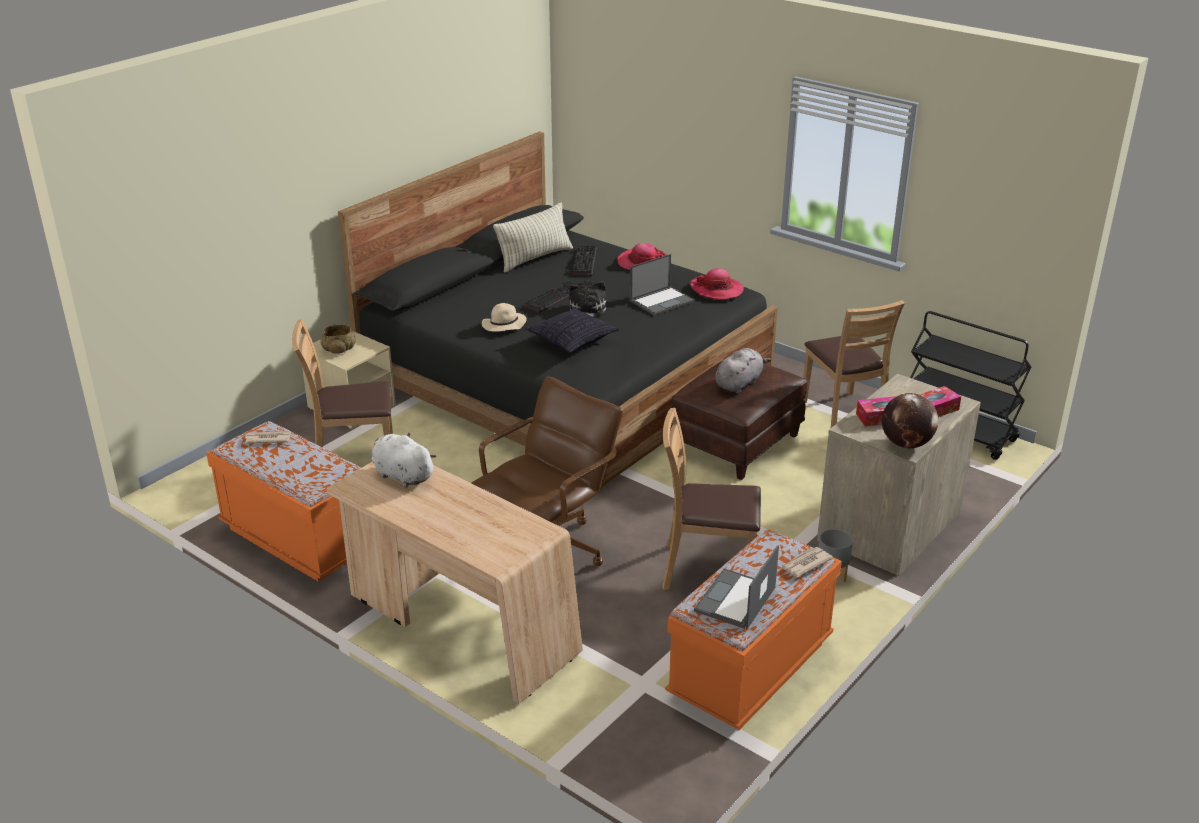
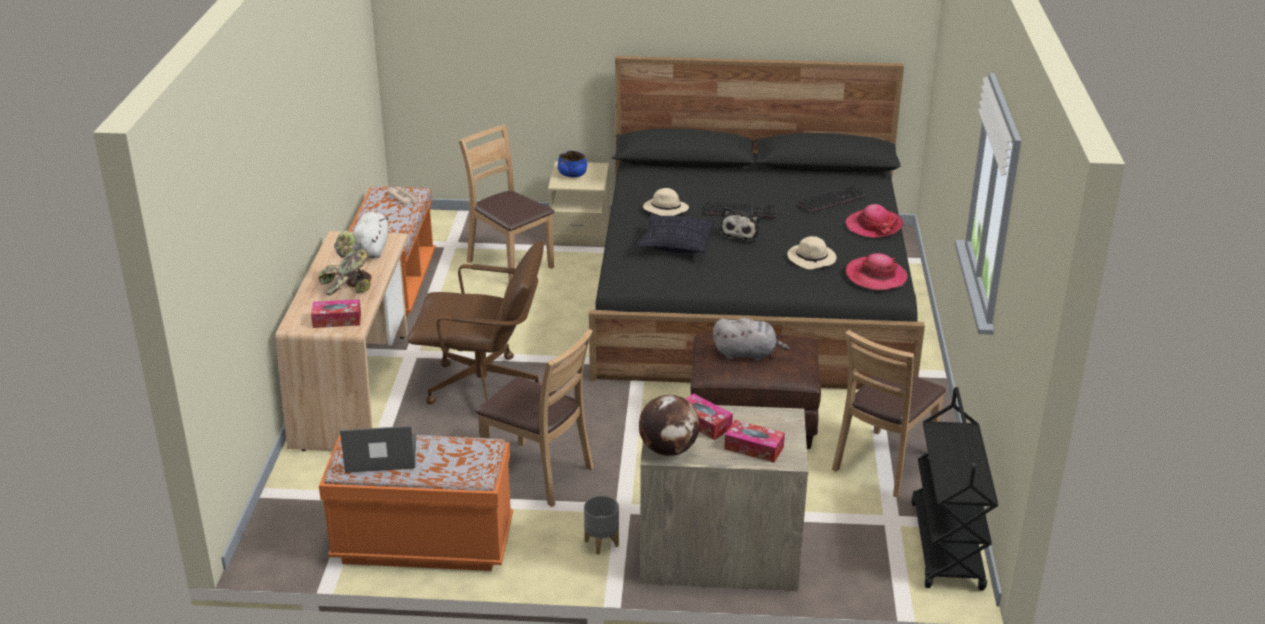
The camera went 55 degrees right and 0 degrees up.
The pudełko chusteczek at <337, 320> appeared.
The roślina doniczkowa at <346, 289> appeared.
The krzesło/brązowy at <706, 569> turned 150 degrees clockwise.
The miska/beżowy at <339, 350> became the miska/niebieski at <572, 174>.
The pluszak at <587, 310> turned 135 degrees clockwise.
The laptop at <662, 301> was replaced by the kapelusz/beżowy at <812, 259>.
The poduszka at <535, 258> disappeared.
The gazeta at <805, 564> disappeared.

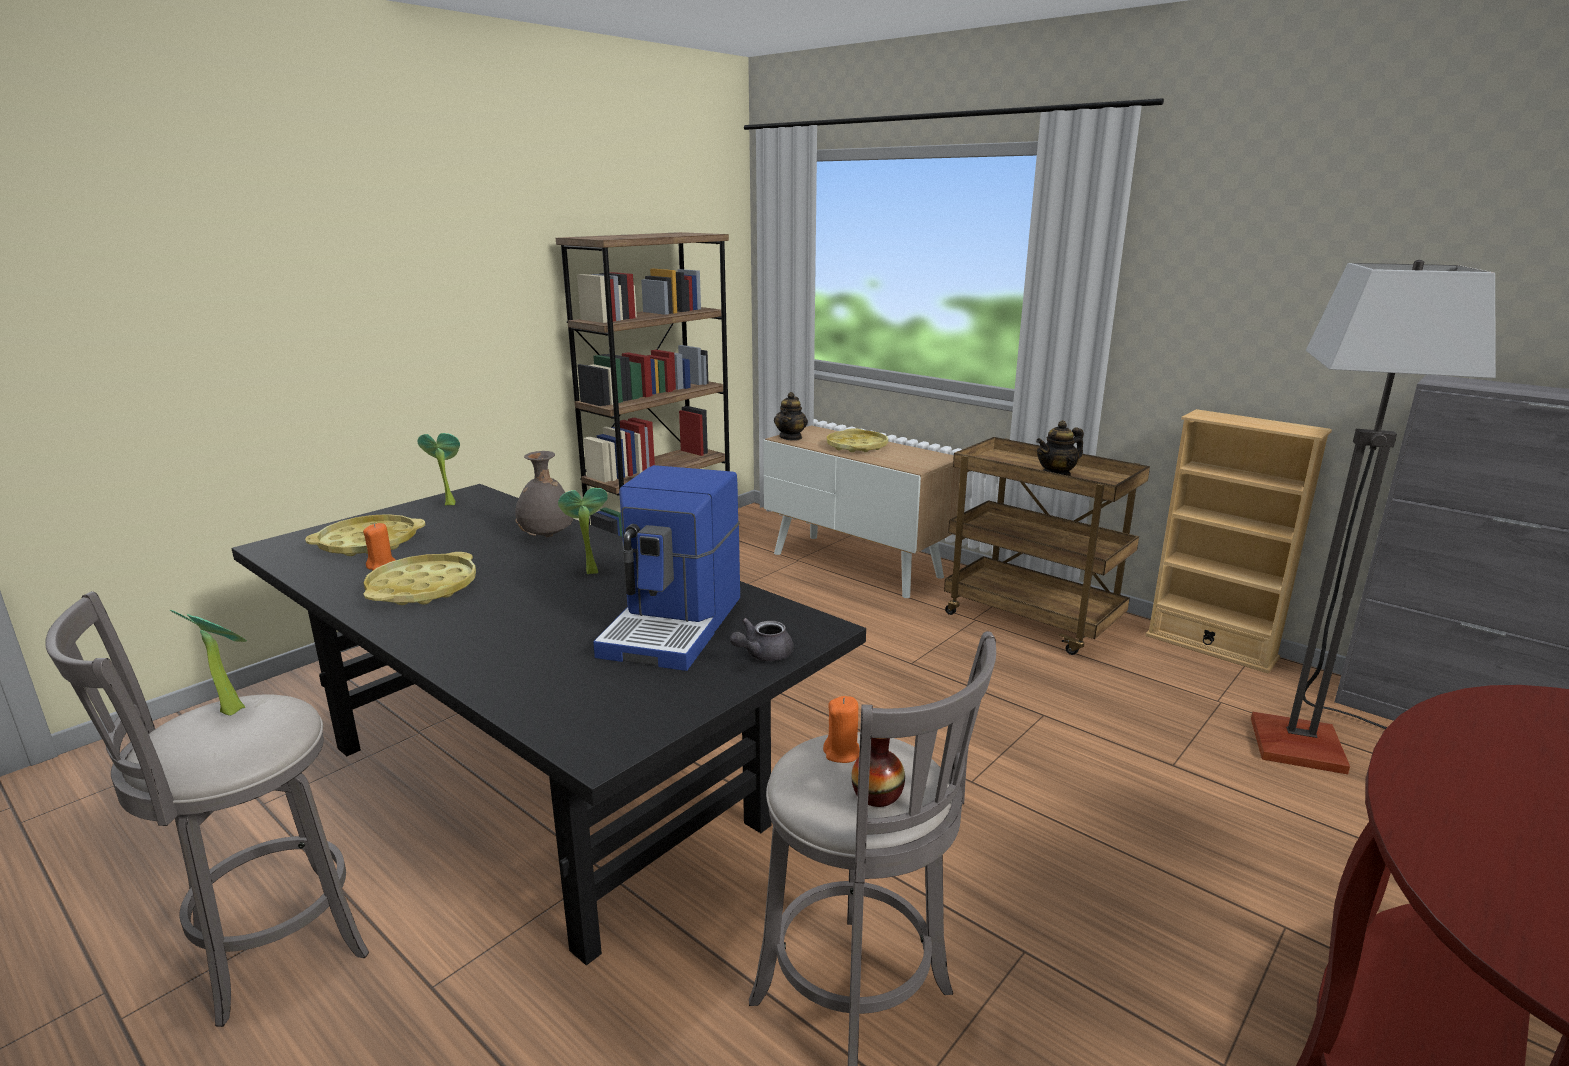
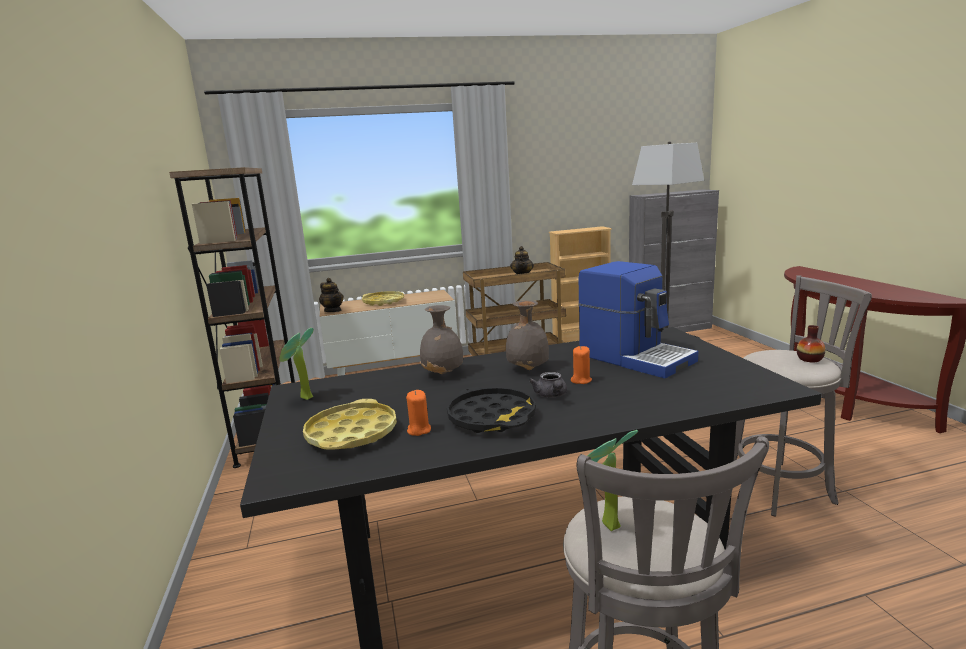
The camera went 55 degrees left and 5 degrees down.
The taca/żółty at <423, 588> became the taca/czarny at <492, 417>.
The roślina doniczkowa at <588, 571> was replaced by the wazon/szary at <527, 368>.
The imbryk/szary moved from <762, 655> to <551, 395>.
The świeca/pomarańczowy moved from <843, 753> to <581, 380>.

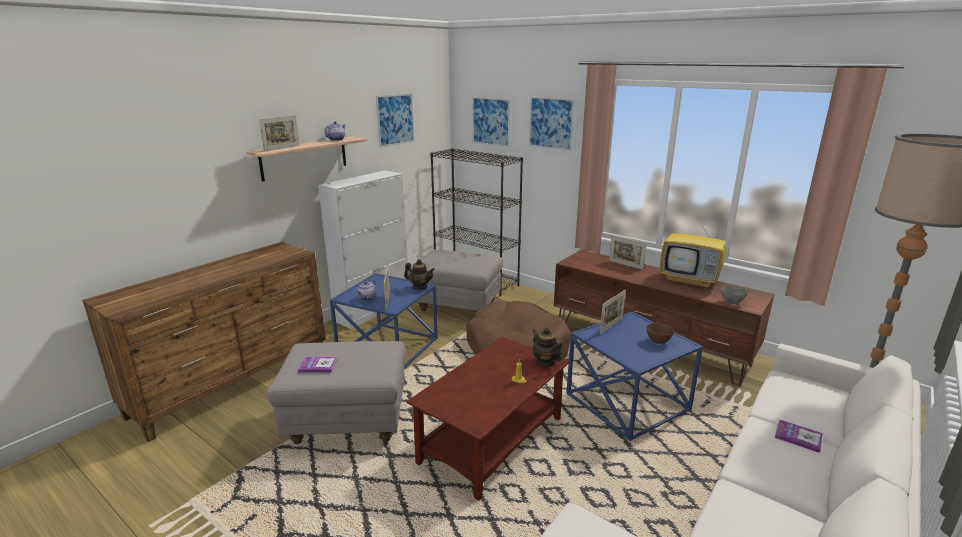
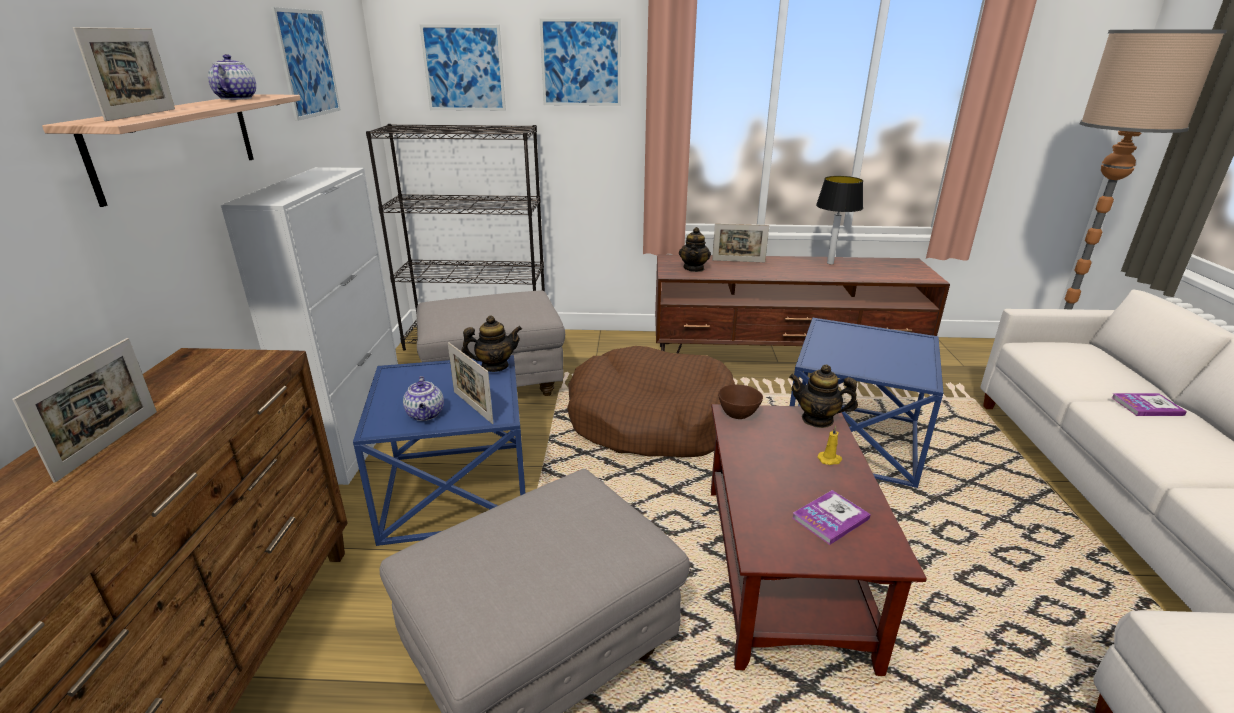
The camera went 35 degrees left and 5 degrees up.
The ramka na zdjęcie moved from <611, 326> to <109, 444>.
The imbryk at <694, 268> appeared.
The miska/brązowy moved from <658, 341> to <738, 415>.
The książka moved from <318, 365> to <830, 518>.
The telewizor at <690, 280> was replaced by the lampa stołowa at <830, 263>.
The miska/szary at <731, 302> disappeared.

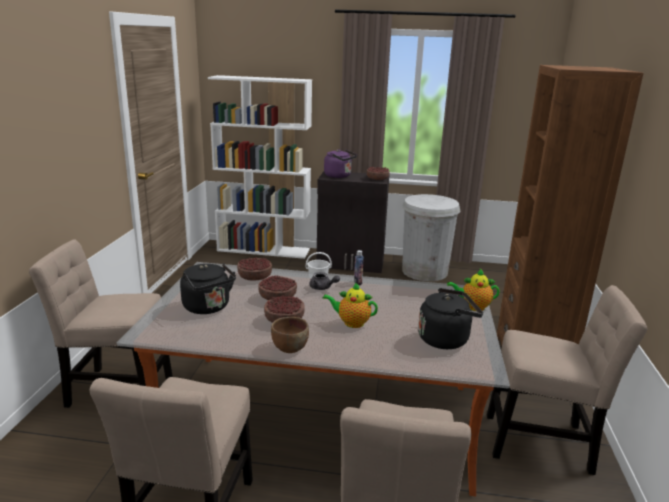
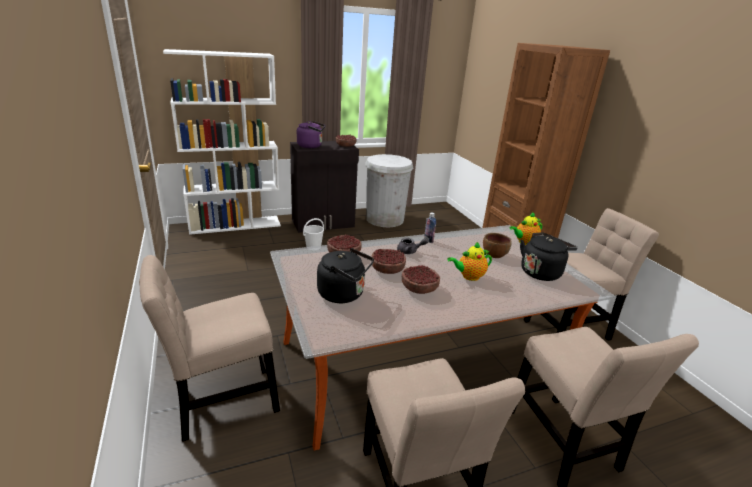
The camera went 30 degrees left and 5 degrees up.
The miska/brązowy moved from <289, 347> to <494, 254>.

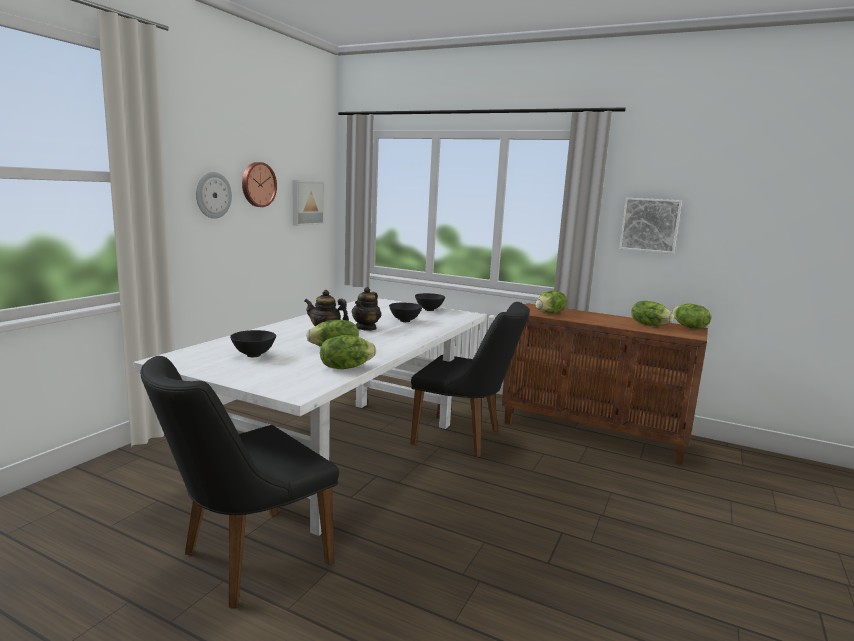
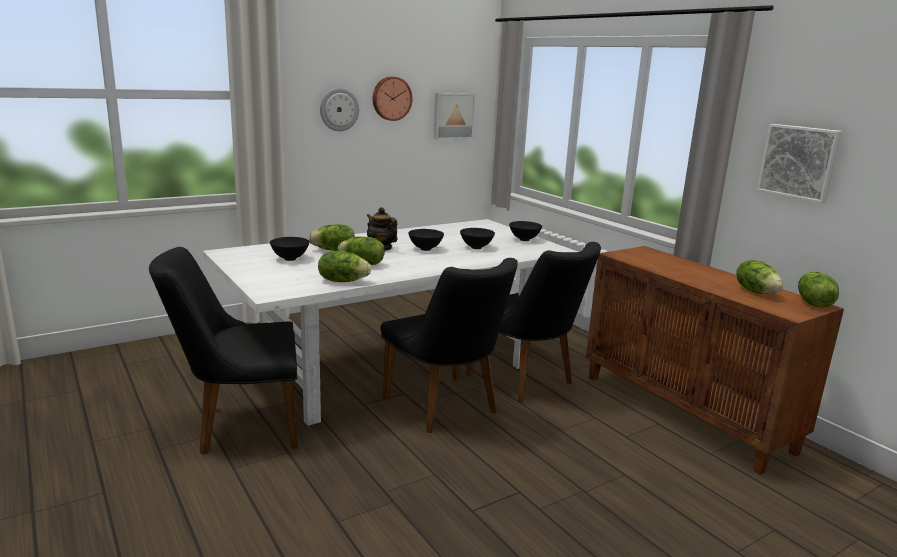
The camera went 30 degrees right and 5 degrees up.
The sałata moved from <550, 313> to <333, 250>.
The krzesło/czarny at <447, 408> appeared.
The imbryk at <366, 328> was replaced by the miska/czarny at <426, 249>.

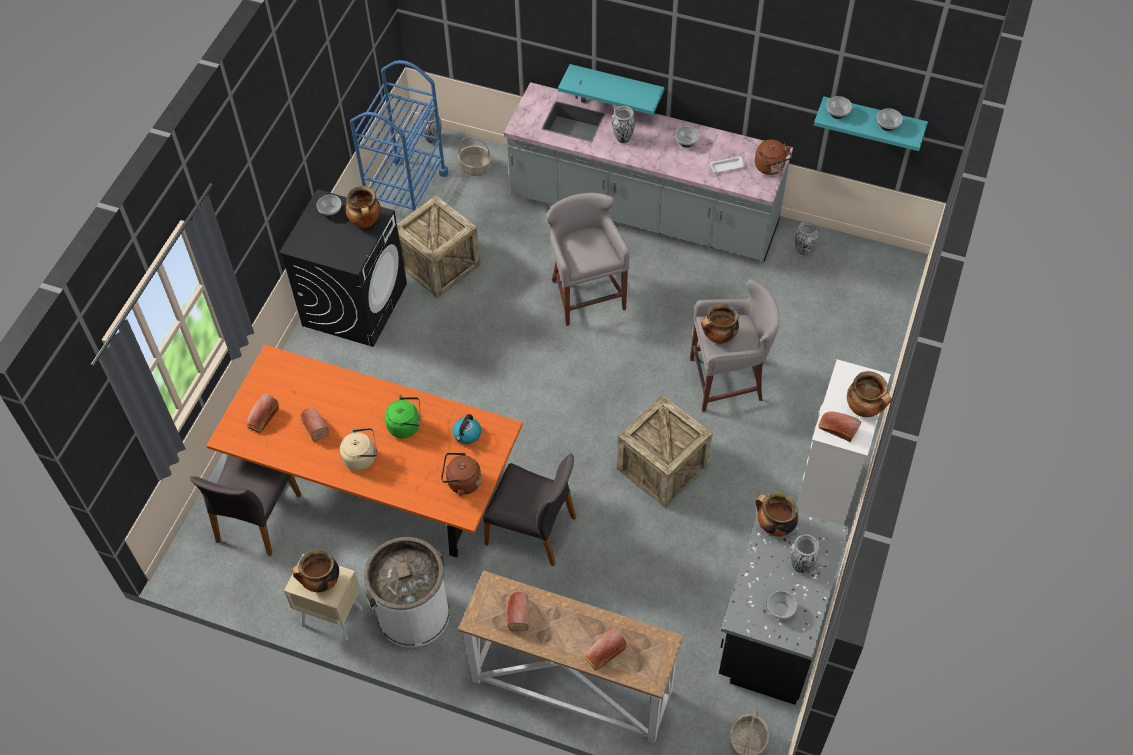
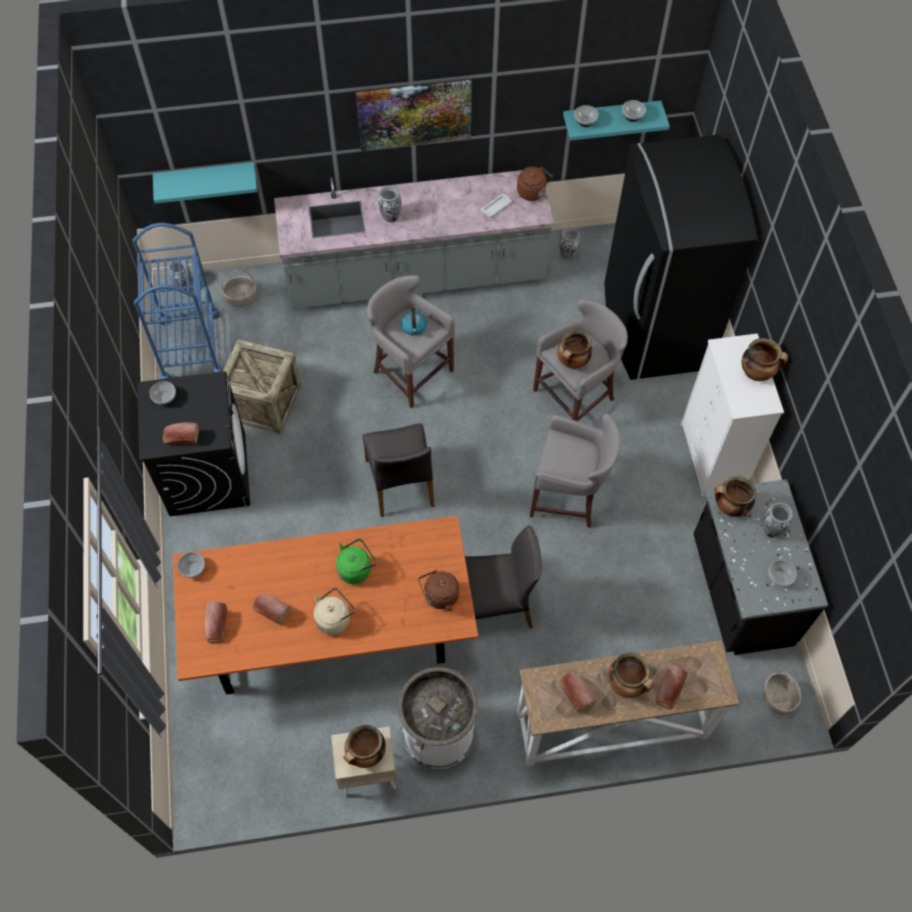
The camera went 30 degrees left and 5 degrees up.
The półka/turkusowy moved from <616, 85> to <206, 177>.
The chleb moved from <837, 429> to <181, 438>.
The miska moved from <686, 142> to <193, 569>.
The obraz at <414, 114> appeared.
The krzesło/szary moved from <257, 518> to <401, 483>.
The czajnik moved from <467, 434> to <414, 327>.
The skrzynka at <662, 468> was replaced by the stołek/szary at <569, 497>.
The lodówka/czarny at <654, 327> appeared.
The garnek moved from <366, 222> to <627, 684>.

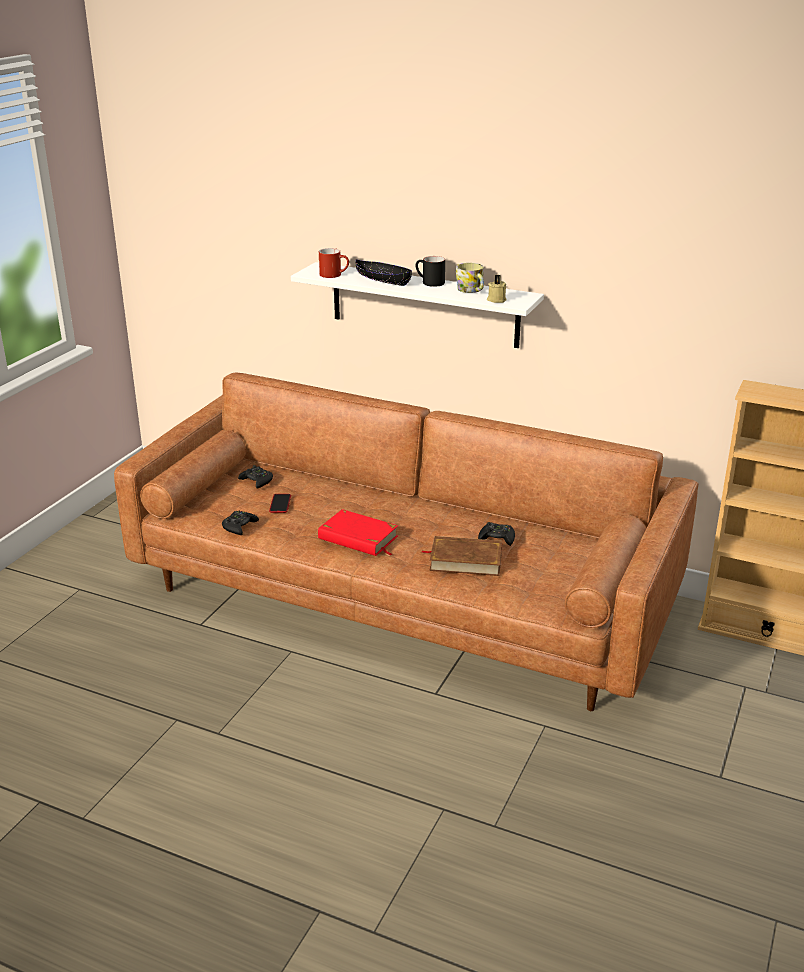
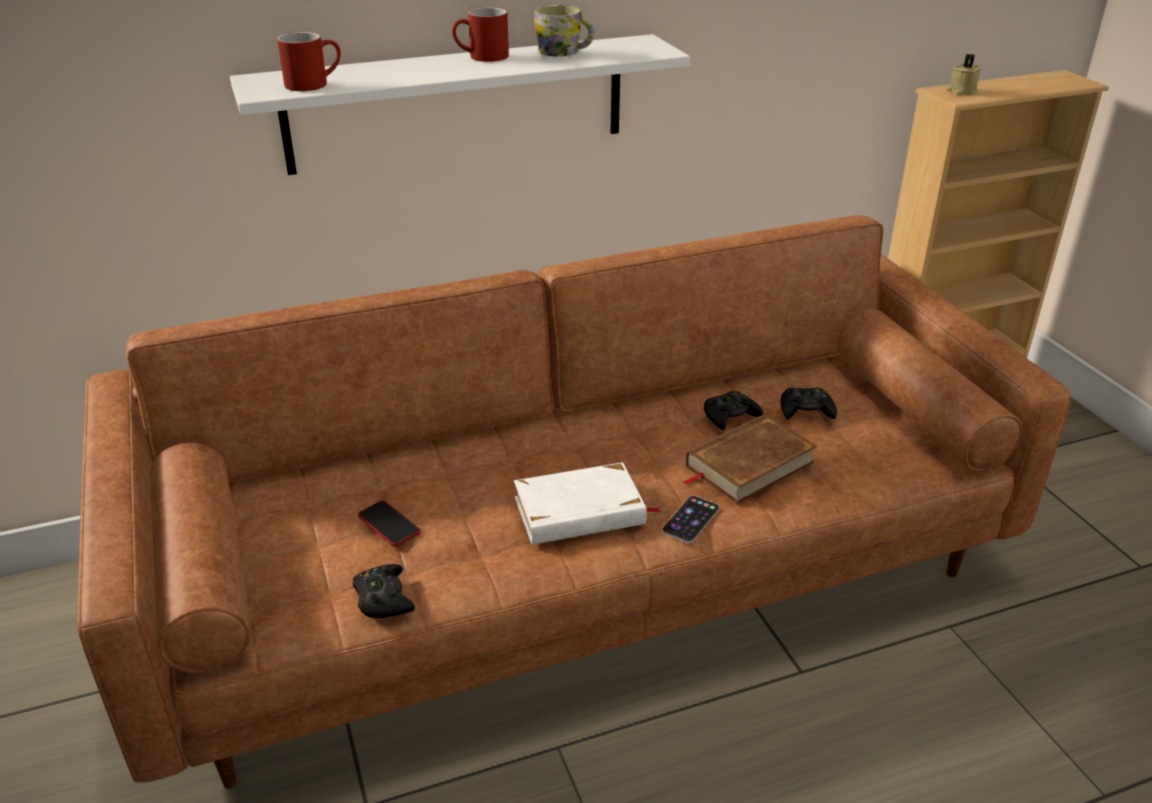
The camera went 45 degrees left and 5 degrees up.
The kubek/czarny at <429, 282> became the kubek/czerwony at <481, 57>.
The książka/czerwony at <358, 538> became the książka/biały at <580, 511>.
The telefon at <690, 519> appeared.
The pad do gier/czarny moved from <257, 481> to <806, 410>.
The świeca/beżowy moved from <496, 300> to <961, 91>.
The miska/czarny at <382, 280> disappeared.

